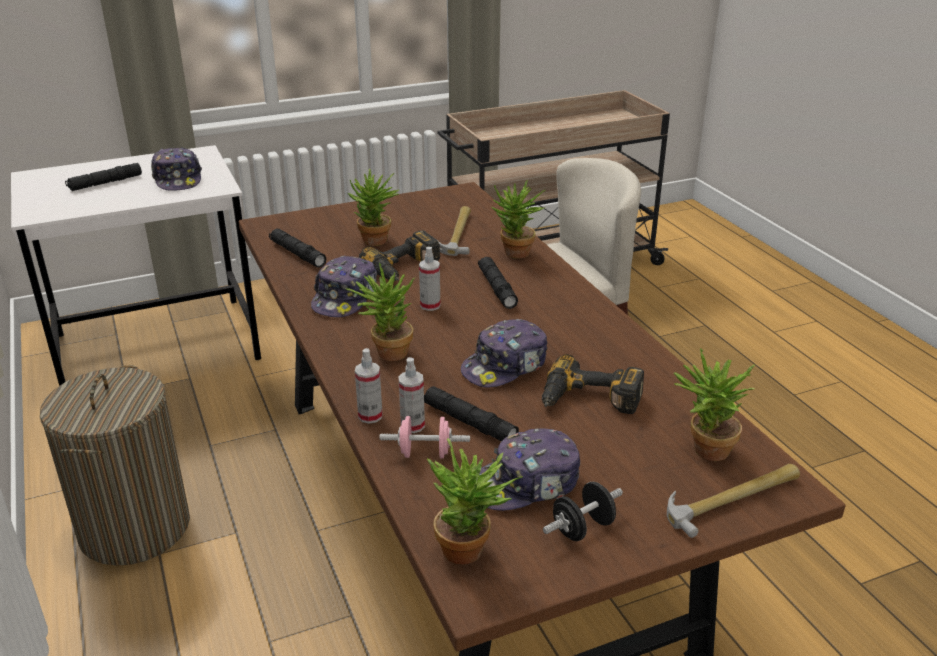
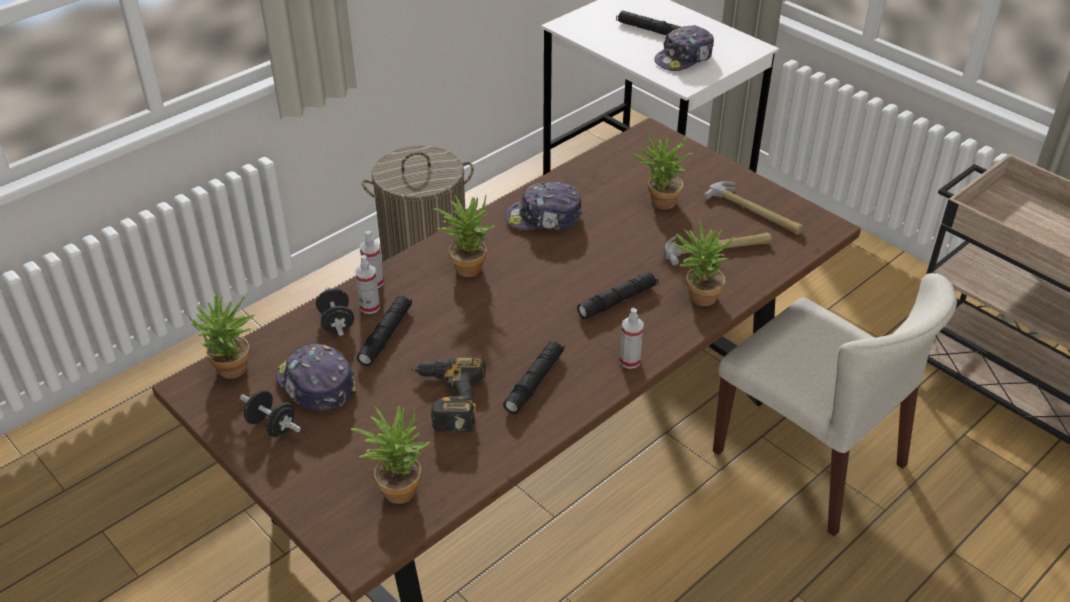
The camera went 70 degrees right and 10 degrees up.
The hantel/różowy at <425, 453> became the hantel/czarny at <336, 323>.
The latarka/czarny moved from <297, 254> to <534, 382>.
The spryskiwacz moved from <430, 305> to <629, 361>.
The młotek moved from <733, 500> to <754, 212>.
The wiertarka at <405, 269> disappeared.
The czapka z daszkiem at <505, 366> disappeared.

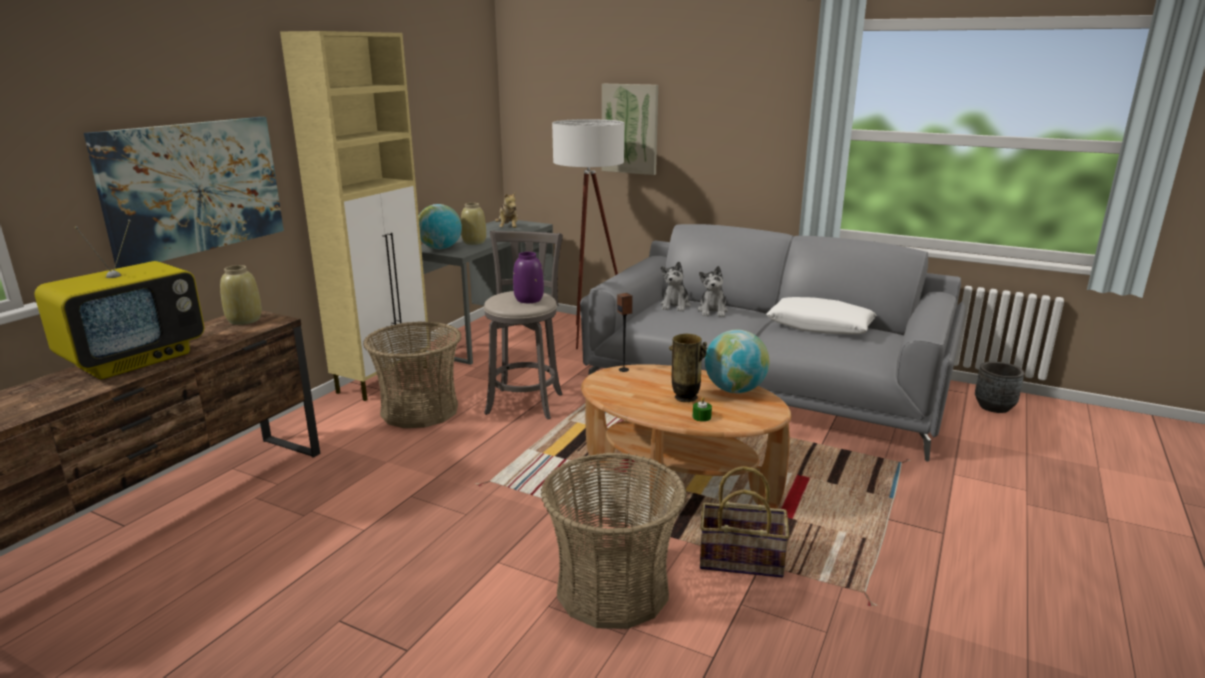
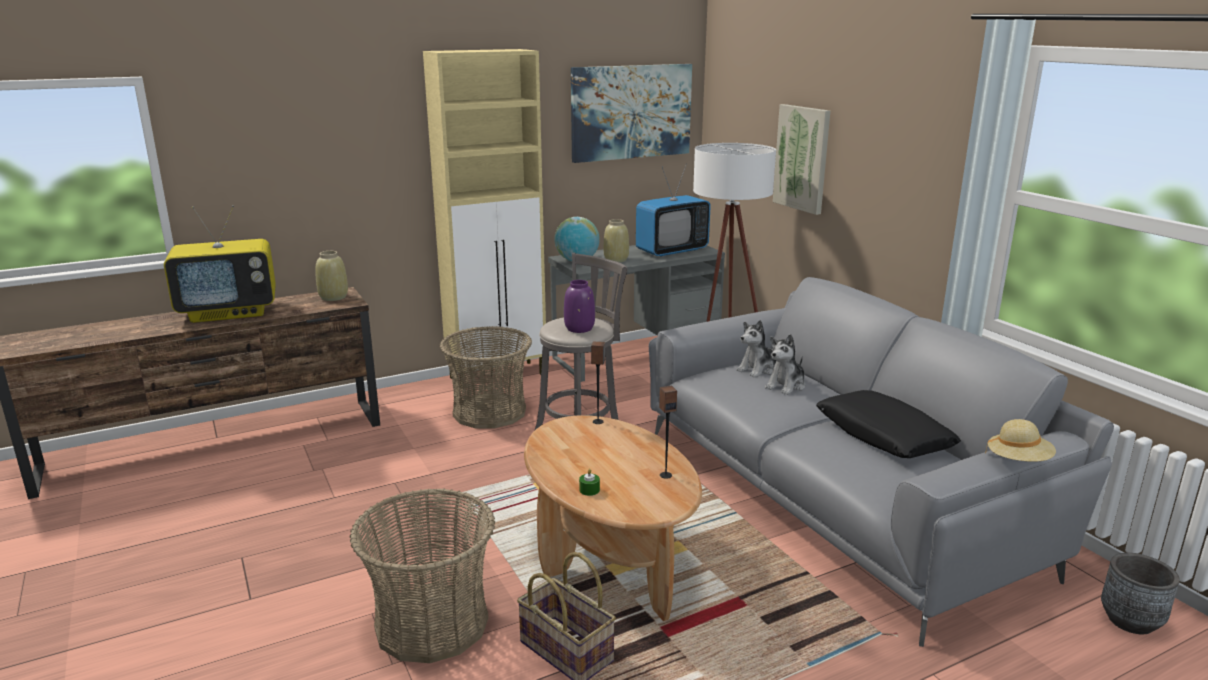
The camera went 35 degrees right and 0 degrees up.
The obraz moved from <194, 187> to <631, 112>.
The pluszak at <508, 229> was replaced by the telewizor at <671, 251>.
The globus at <734, 390> was replaced by the głośnik at <665, 475>.
The poduszka/biały at <820, 327> became the poduszka/czarny at <883, 436>.
The kapelusz/beżowy at <1018, 461> appeared.
The wazon at <685, 398> disappeared.

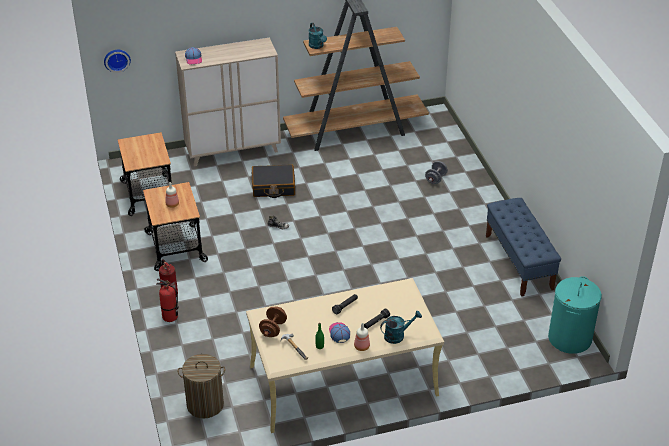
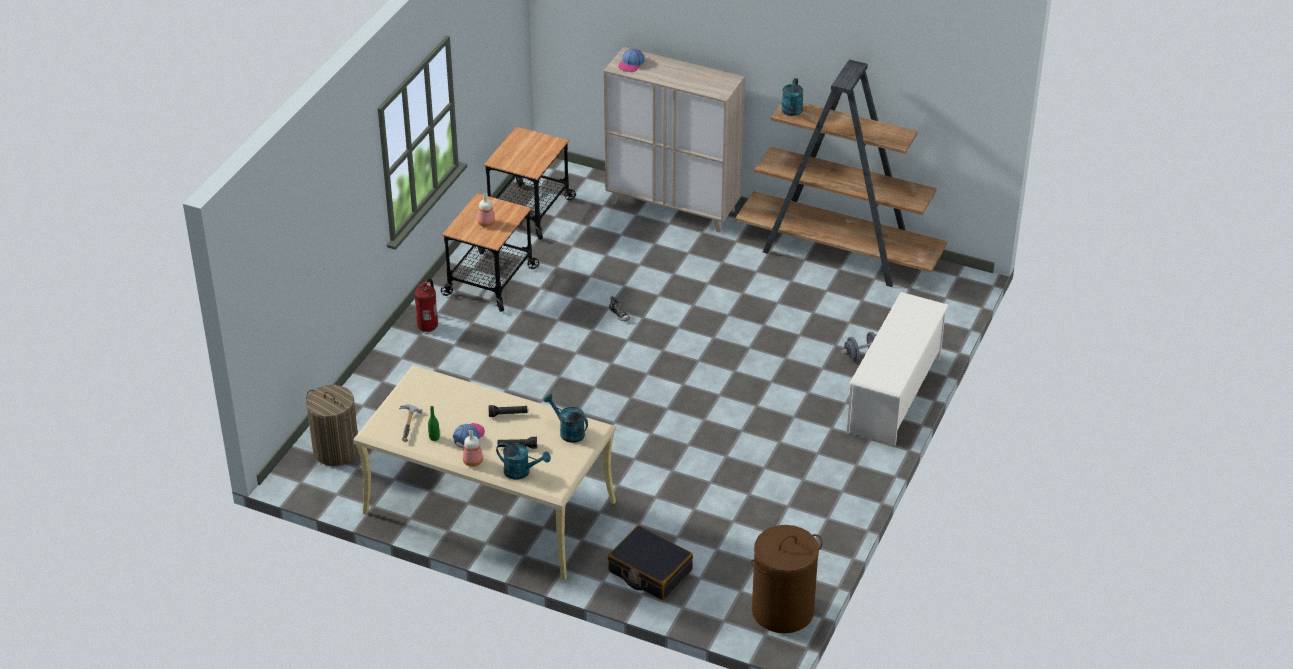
The camera went 40 degrees right and 0 degrees up.
The konewka/turkusowy at <568, 431> appeared.
The walizka/czarny moved from <273, 187> to <649, 571>.
The kosz na pranie/turkusowy at <570, 338> became the kosz na pranie/brązowy at <782, 611>.
The regał na buty/biały at <894, 395> appeared.
The zegar ścienny at <116, 59> disappeared.
The gaśnica at <170, 317> disappeared.
The hantel/brązowy at <273, 329> disappeared.
The ławka/niebieski at <519, 262> disappeared.

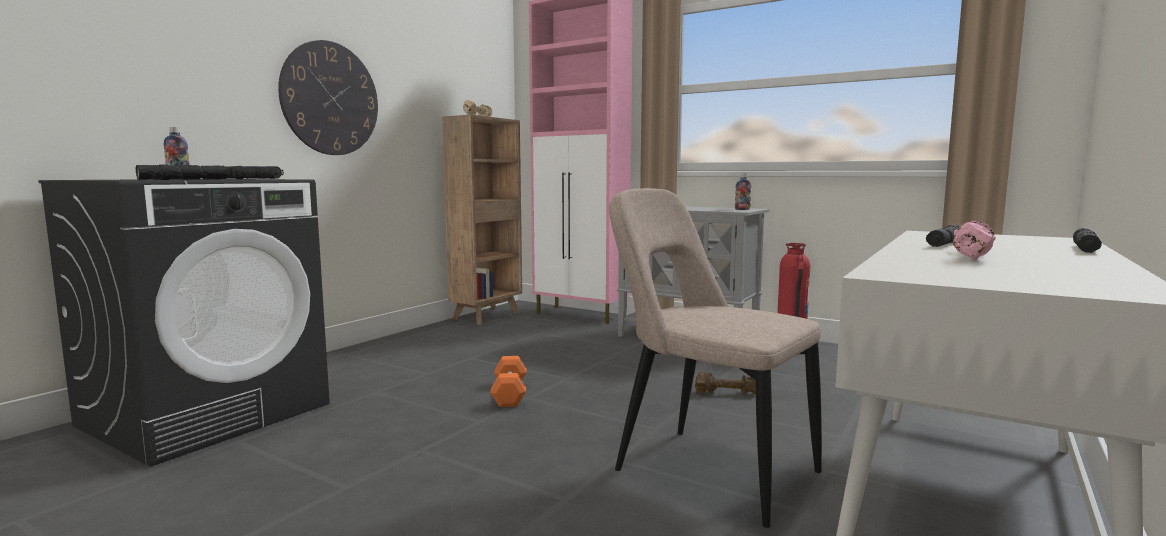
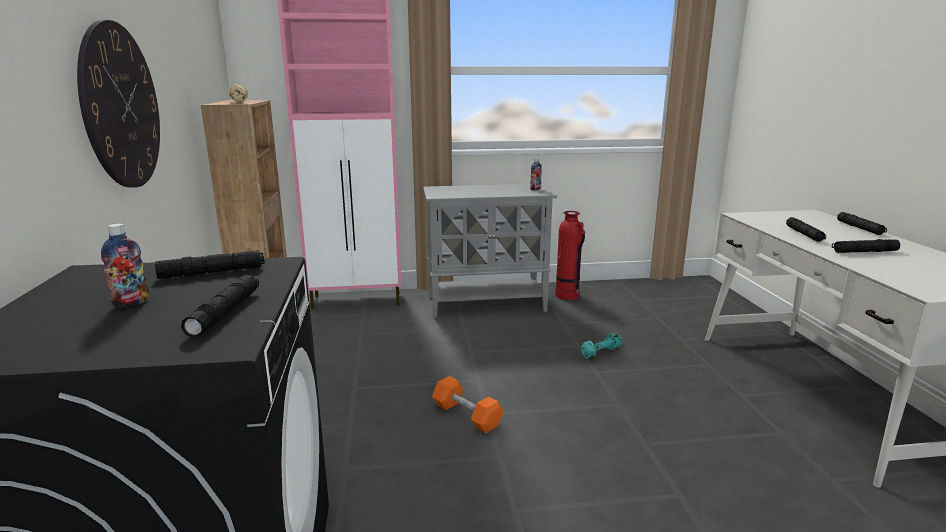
The camera went 40 degrees left and 10 degrees up.
The hantel/brązowy at <726, 393> became the hantel/turkusowy at <600, 352>.
The hantel/różowy at <971, 255> was replaced by the latarka/czarny at <864, 252>.
The krzesło/beżowy at <707, 470> disappeared.

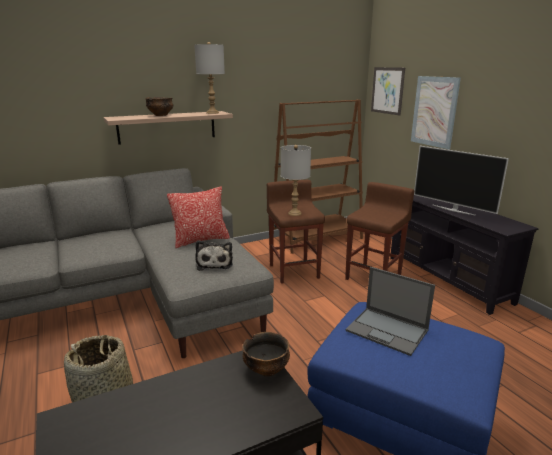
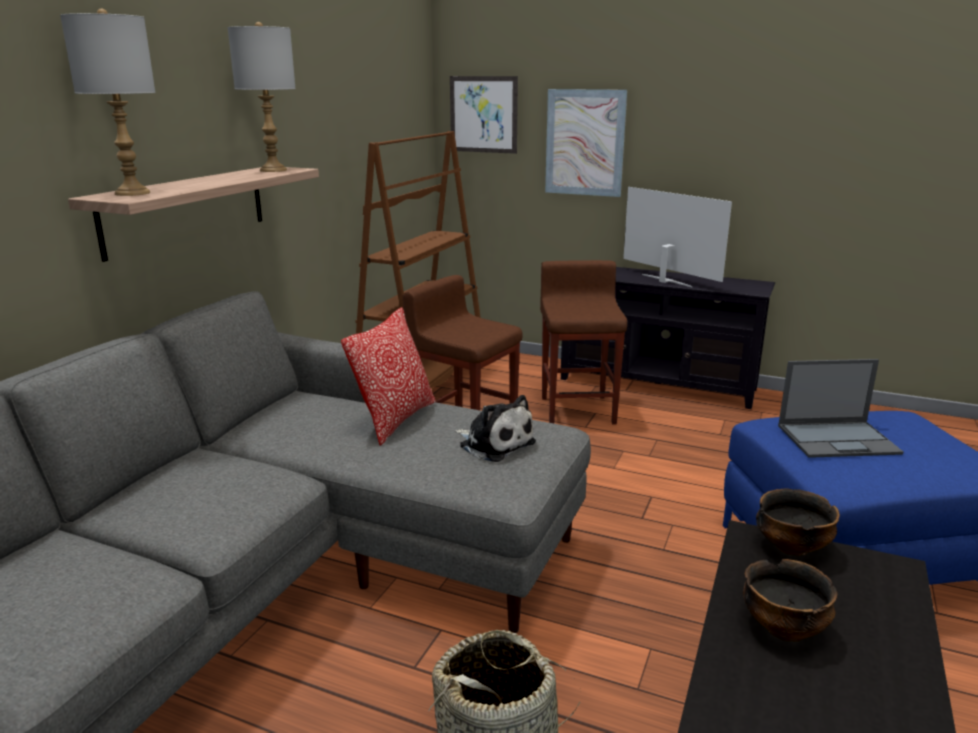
The camera went 40 degrees left and 0 degrees up.
The lampa stołowa/szary moved from <294, 213> to <132, 193>.
The telewizor at <453, 210> turned 135 degrees counterclockwise.
The miska moved from <160, 115> to <783, 628>.

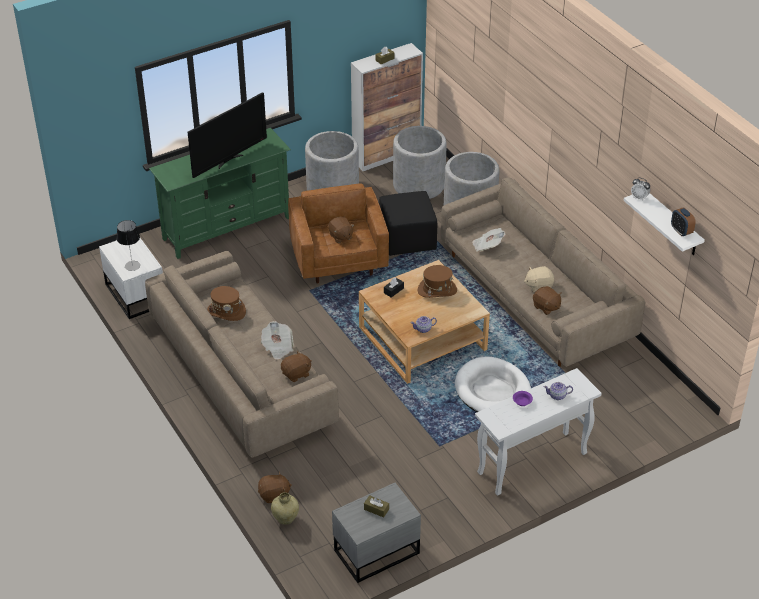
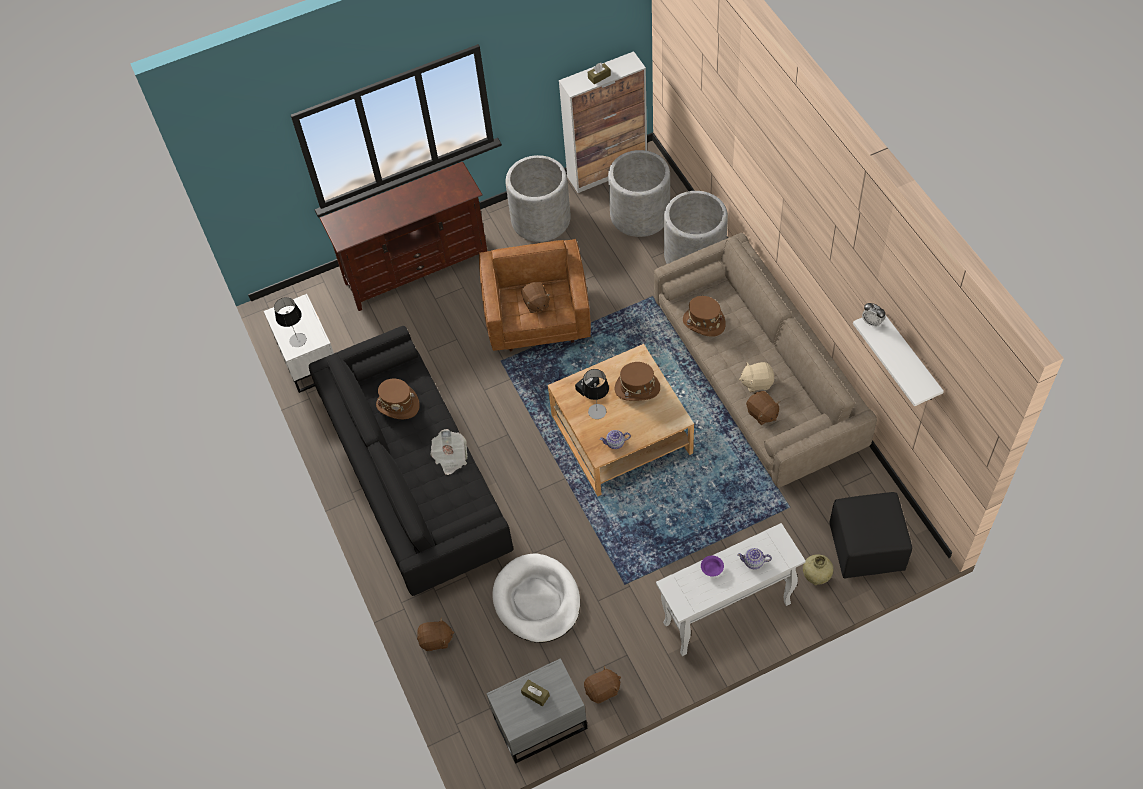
The camera went 10 degrees right and 15 degrees up.
The kanapa/beżowy at <242, 376> became the kanapa/czarny at <415, 476>.
The szafka pod telewizor/zielony at <226, 228> became the szafka pod telewizor/brązowy at <416, 269>.
The legowisko/biały moved from <493, 391> to <537, 600>.
The lampa stołowa at <597, 411> appeared.
The pluszak/brązowy moved from <296, 374> to <603, 690>.
The gazeta at <487, 246> was replaced by the kapelusz/brązowy at <703, 322>.
The wazon/beżowy moved from <285, 519> to <816, 577>.
The pufa/czarny moved from <407, 239> to <865, 547>.
The telewizor at <229, 160> disappeared.
The budzik at <681, 231> disappeared.

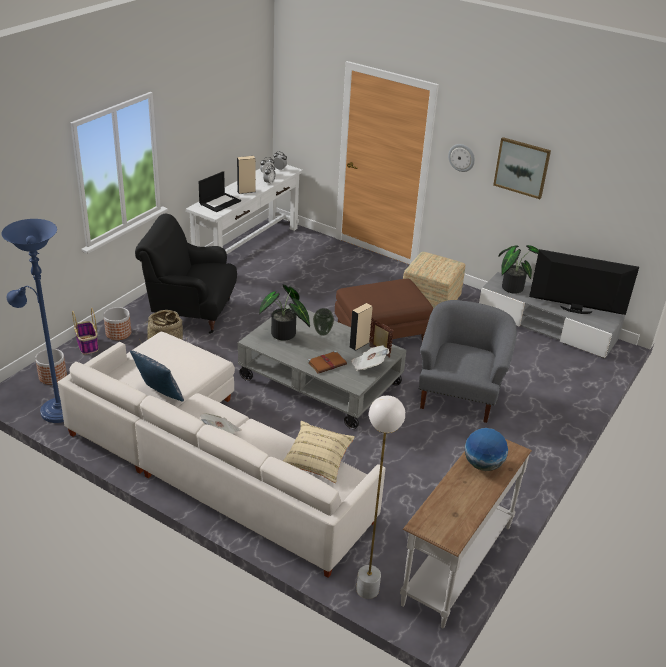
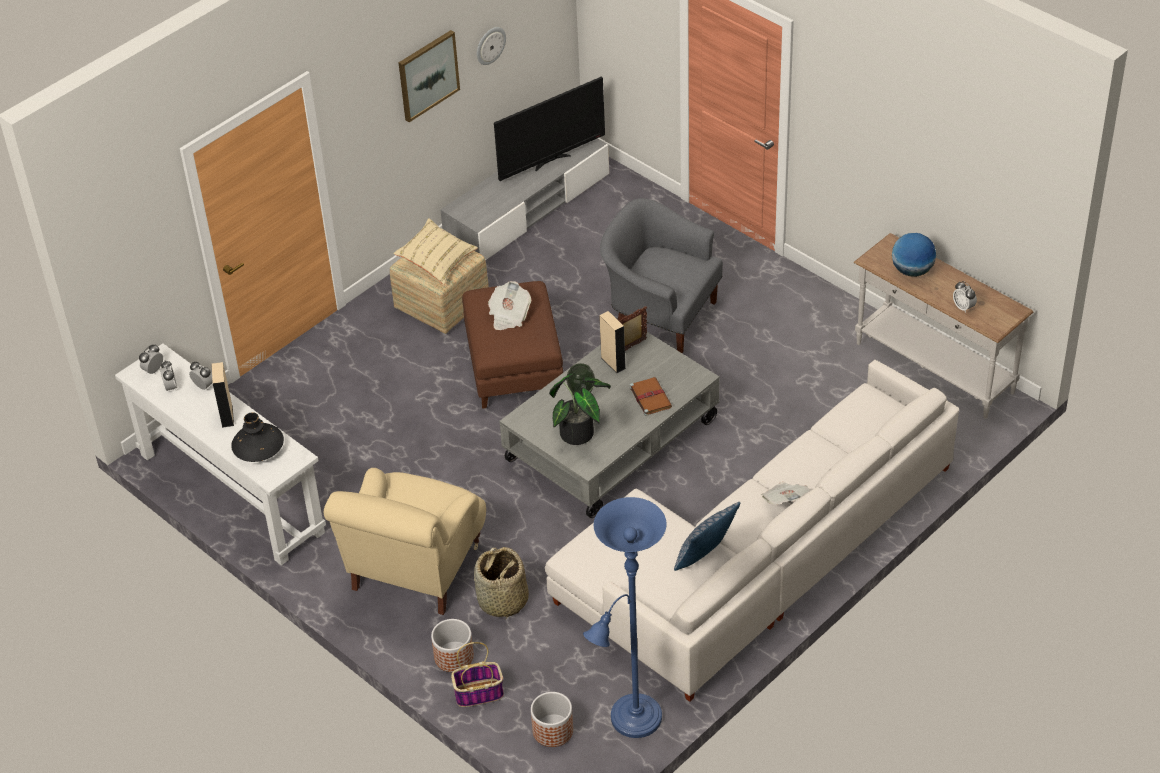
The camera went 75 degrees left and 10 degrees up.
The laptop at <220, 202> was replaced by the wazon/czarny at <259, 449>.
The fotel/czarny at <191, 312> became the fotel/beżowy at <414, 570>.
The poduszka/beżowy moved from <317, 460> to <436, 261>.
The zegar ścienny moved from <461, 157> to <490, 45>.
The gazeta moved from <368, 365> to <509, 316>.
The telewizor at <575, 310> turned 150 degrees counterclockwise.
The budzik at <963, 307> appeared.
The lampa stojąca/biały at <367, 589> disappeared.
The roślina doniczkowa at <512, 286> disappeared.

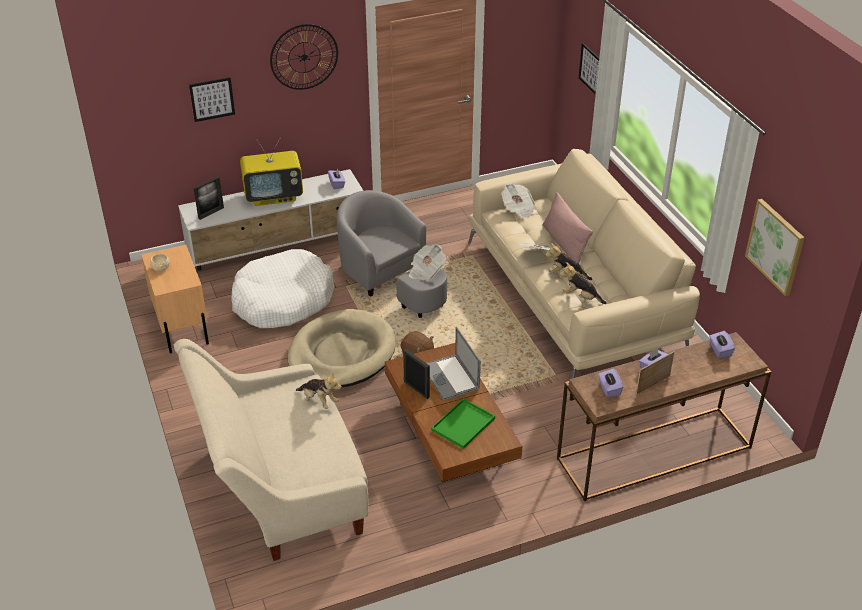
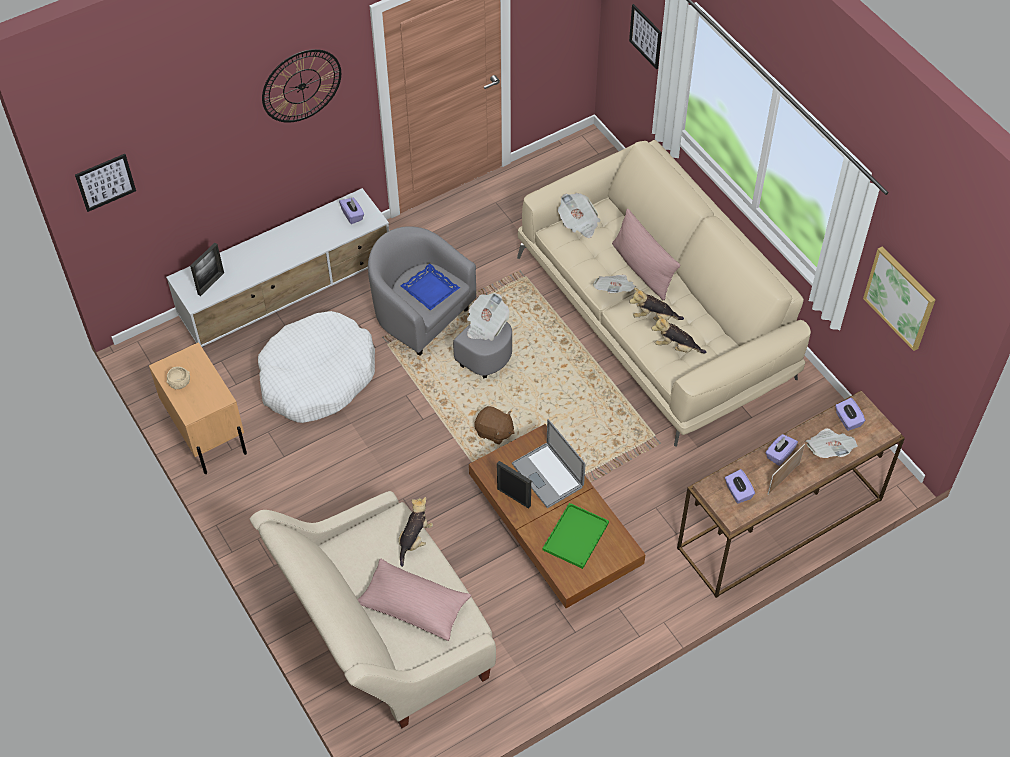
The camera went 10 degrees left and 15 degrees up.
The obraz moved from <212, 99> to <105, 182>.
The poduszka/różowy at <414, 606> appeared.
The pluszak at <319, 401> turned 90 degrees counterclockwise.
The taca/niebieski at <430, 290> appeared.
The gazeta at <829, 450> appeared.
The telewizor at <274, 196> disappeared.
The legowisko/beżowy at <341, 353> disappeared.

